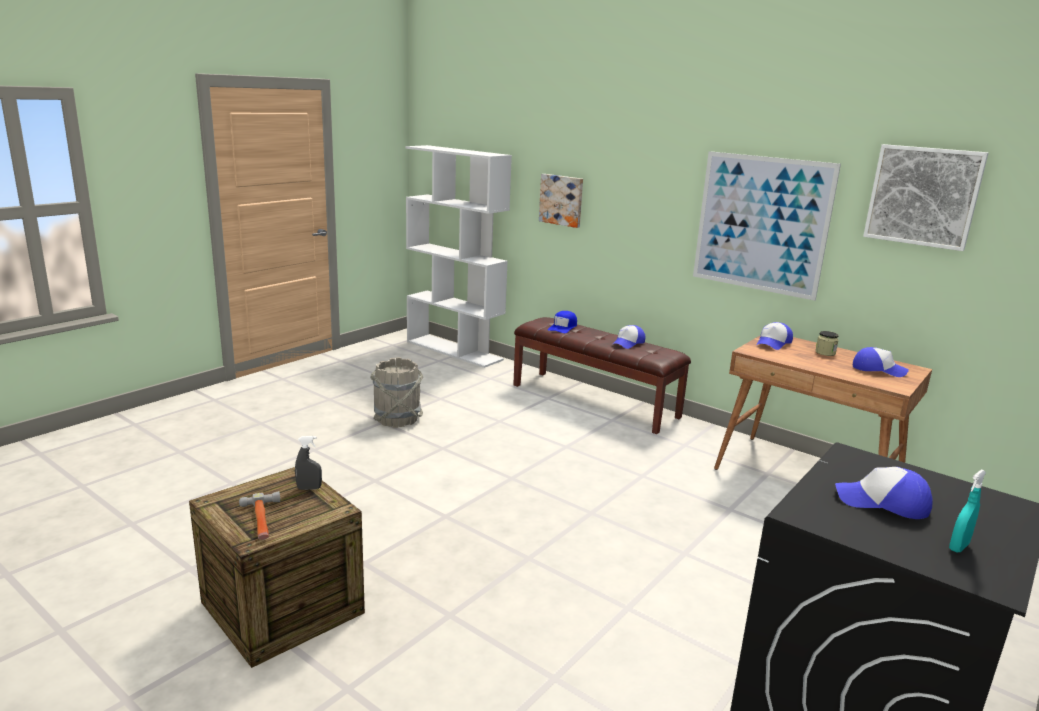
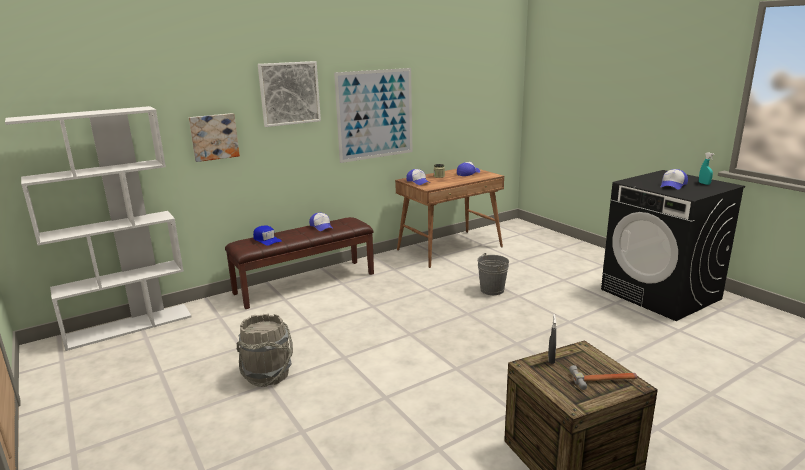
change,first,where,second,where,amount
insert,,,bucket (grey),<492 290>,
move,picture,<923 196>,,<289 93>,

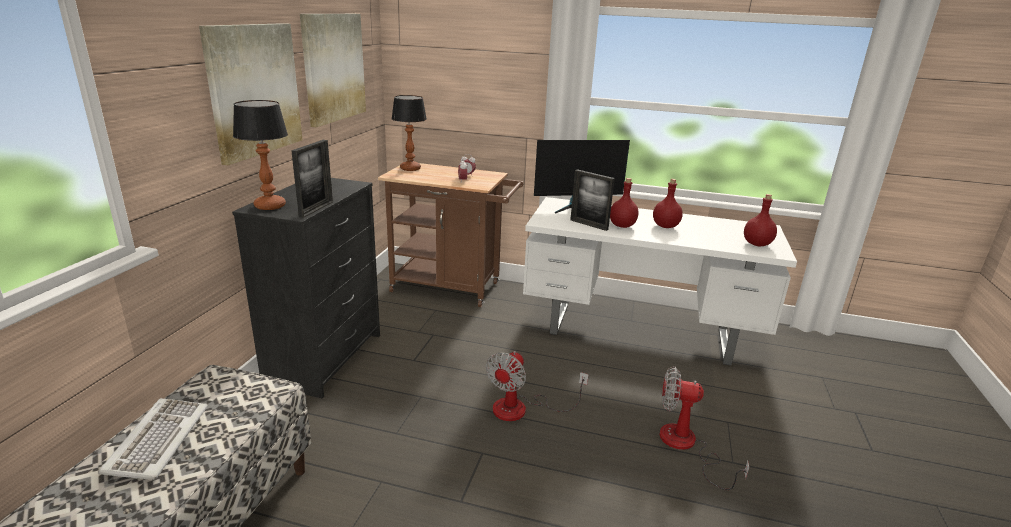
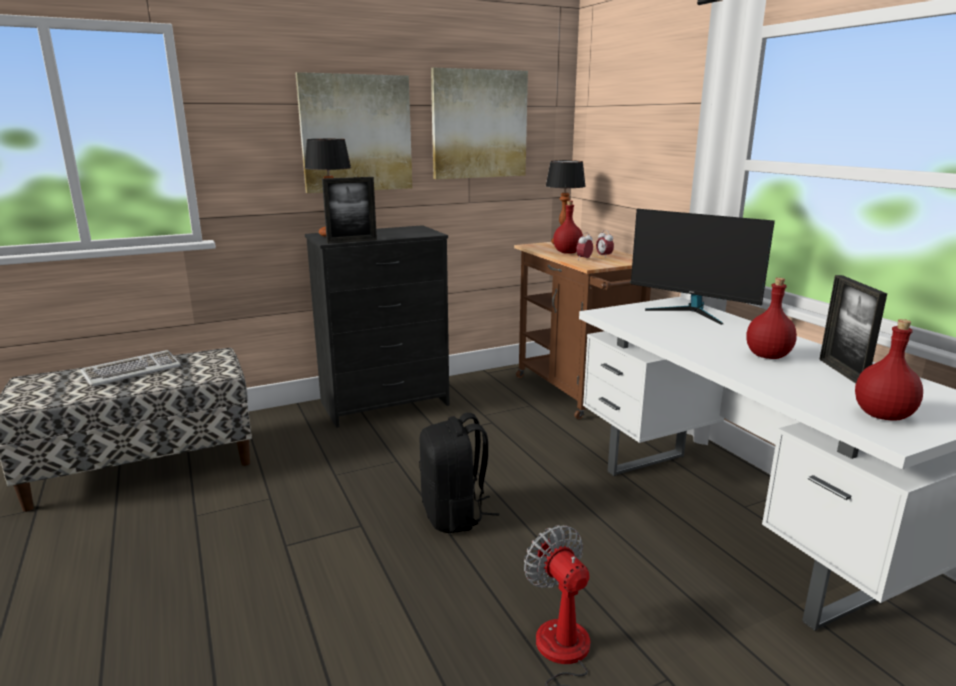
change,first,where,second,where,amount
move,picture frame,<589 225>,,<842 372>,
move,bottle (red),<622 226>,,<567 253>,
replace,fan,<521 409>,backpack (black),<454 515>,

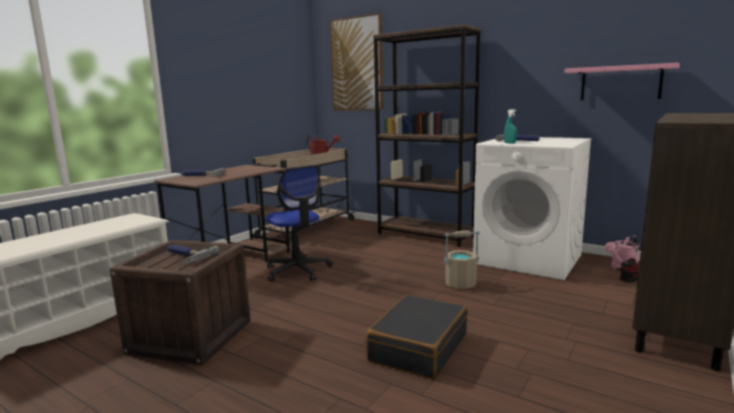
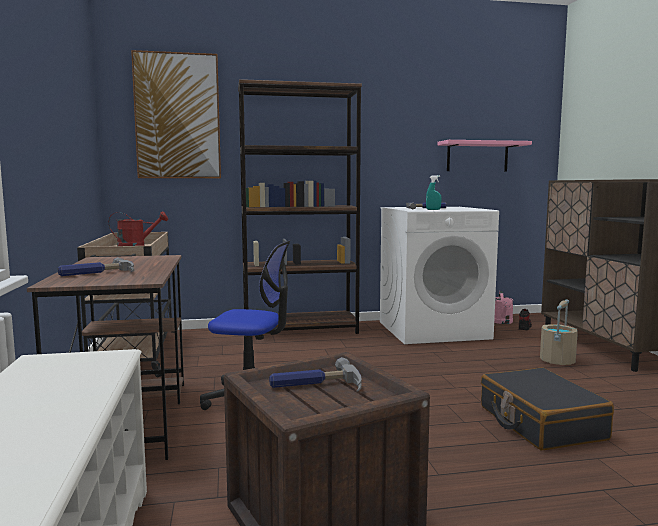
change,first,where,second,where,amount
move,bucket (beige),<460 284>,,<557 361>,

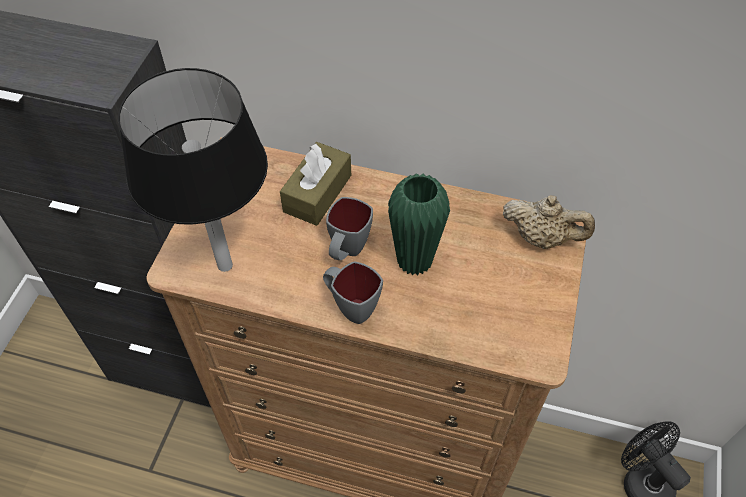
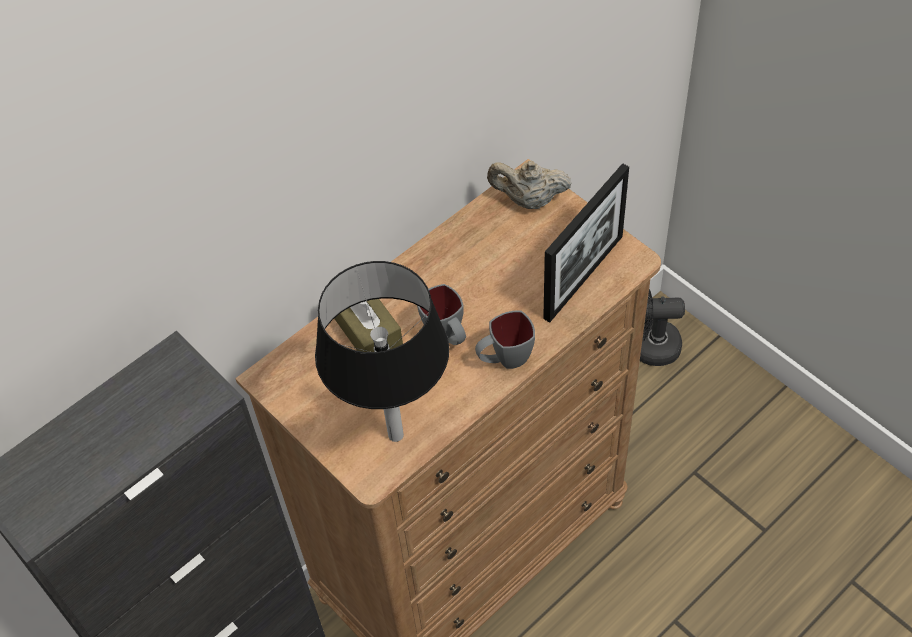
change,first,where,second,where,amount
delete,vase (green),<414 261>,,,
insert,,,picture frame,<583 277>,
rotate,teapot (beige),<542 238>,,<529 200>,135 degrees counterclockwise

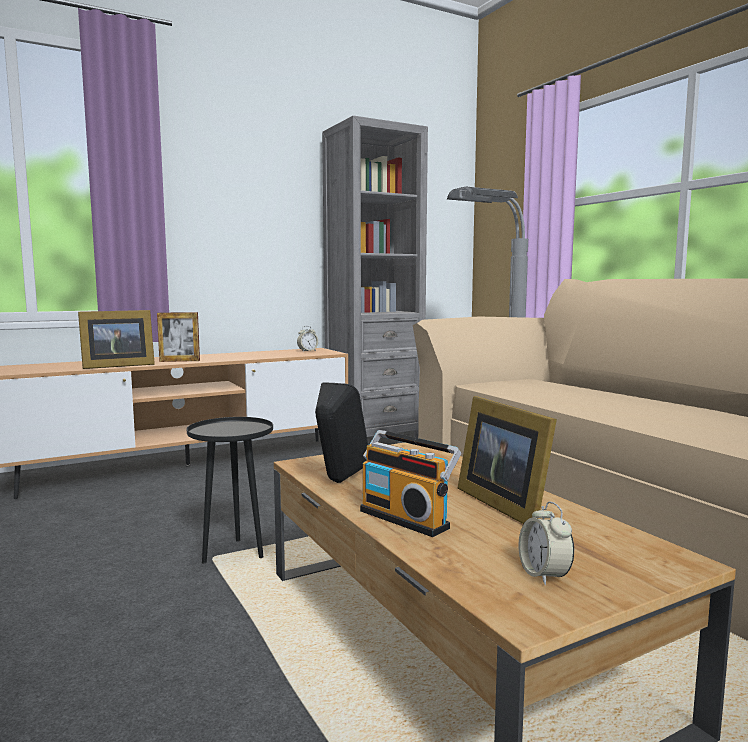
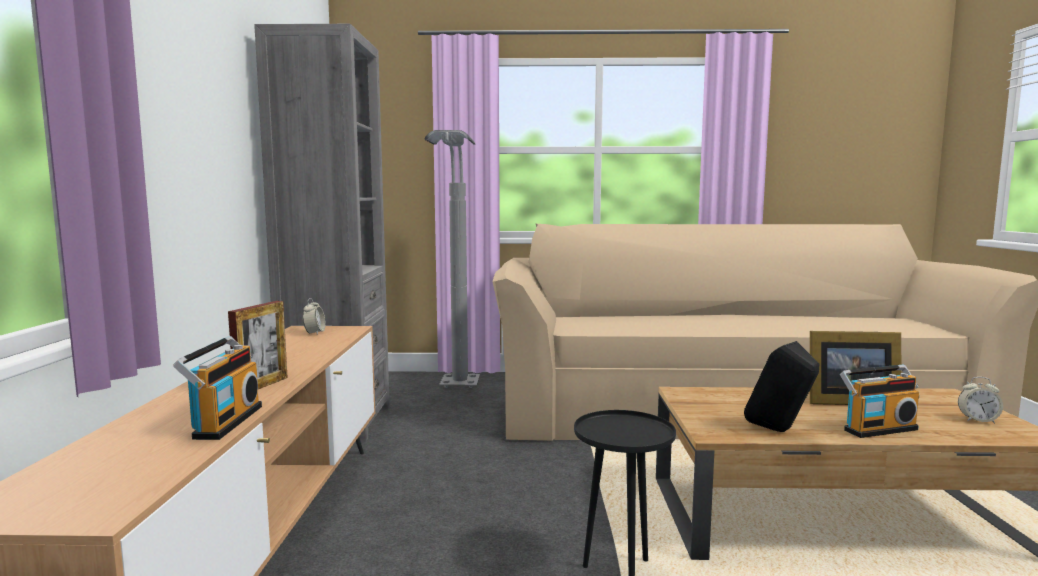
change,first,where,second,where,amount
replace,picture frame,<116 366>,radio,<224 422>,

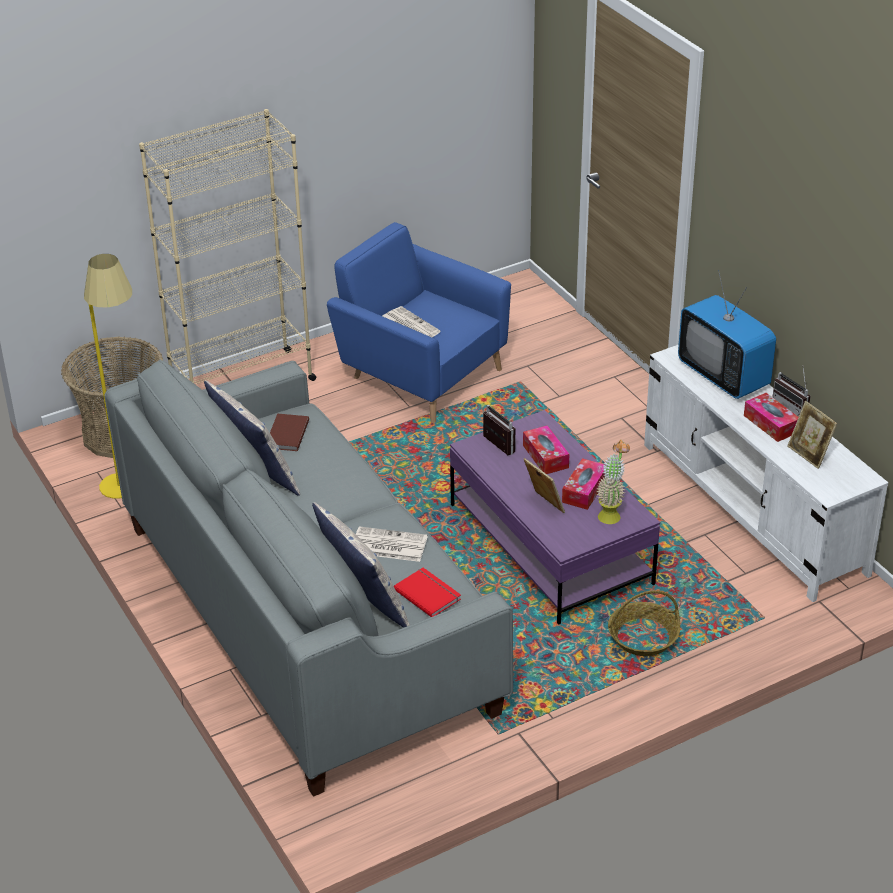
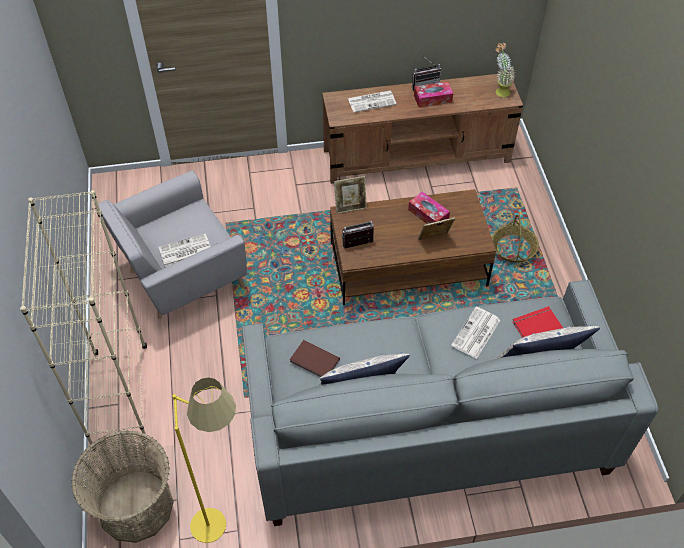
change,first,where,second,where,amount
delete,tissue box,<545 456>,,,
move,potted plant,<611 513>,,<499 90>,
move,picture frame,<809 454>,,<350 206>,
replace,television,<723 376>,newspaper,<372 101>,
recolor,armchair (blue),<420 375>,armchair (grey),<181 277>,
recolor,coffee table (purple),<549 544>,coffee table (brown),<407 265>,
recolor,tv stand (white),<753 508>,tv stand (brown),<417 156>,

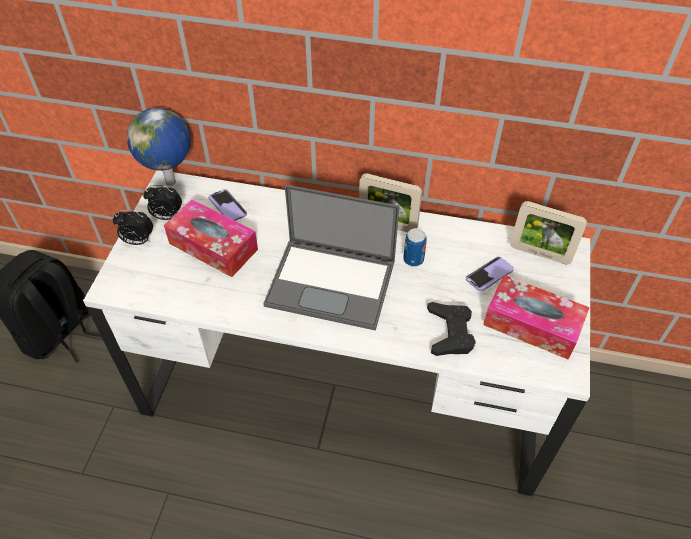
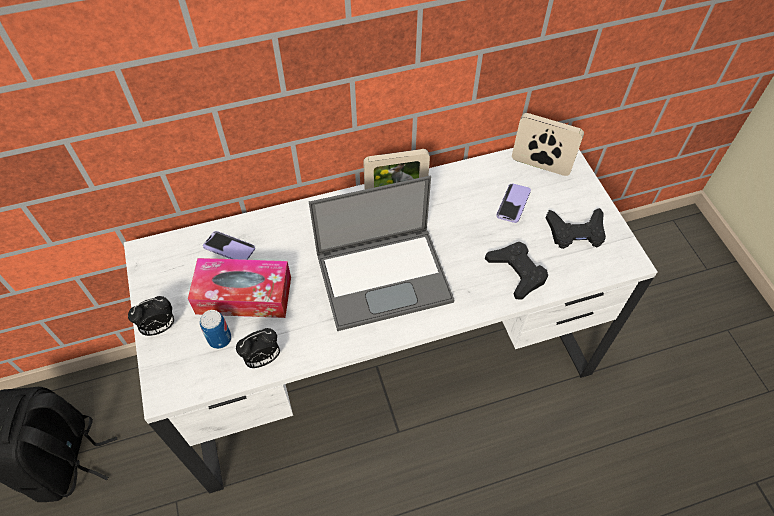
change,first,where,second,where,amount
delete,globe,<172 182>,,,
move,alarm clock,<167 216>,,<262 359>,
move,can,<413 259>,,<220 339>,
replace,tissue box,<532 324>,game controller (black),<575 232>,
rotate,picture frame,<540 253>,,<540 165>,150 degrees counterclockwise

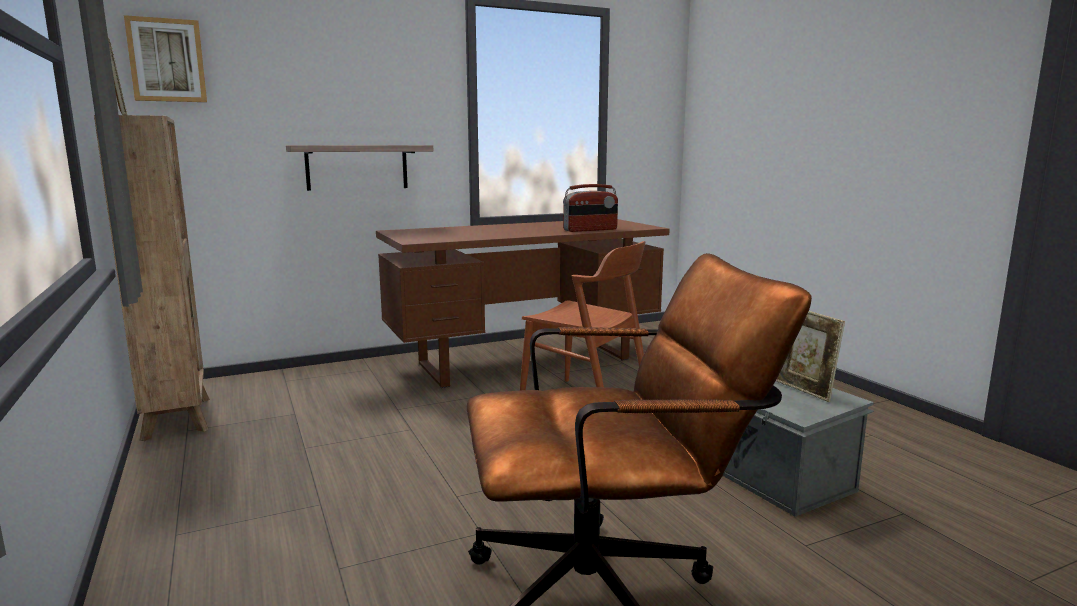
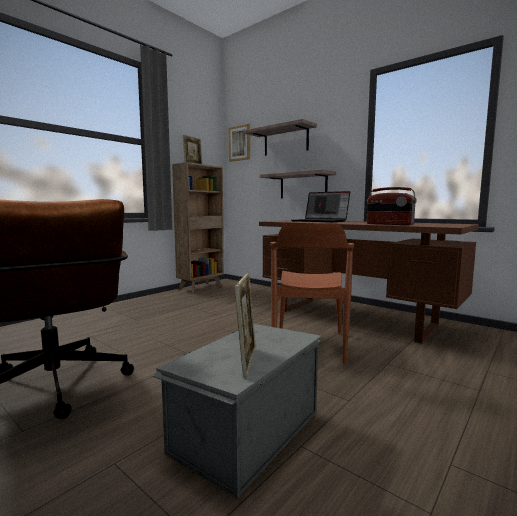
change,first,where,second,where,amount
insert,,,shelf,<286 141>,
insert,,,laptop,<321 221>,
rotate,picture frame,<803 390>,,<246 360>,150 degrees clockwise

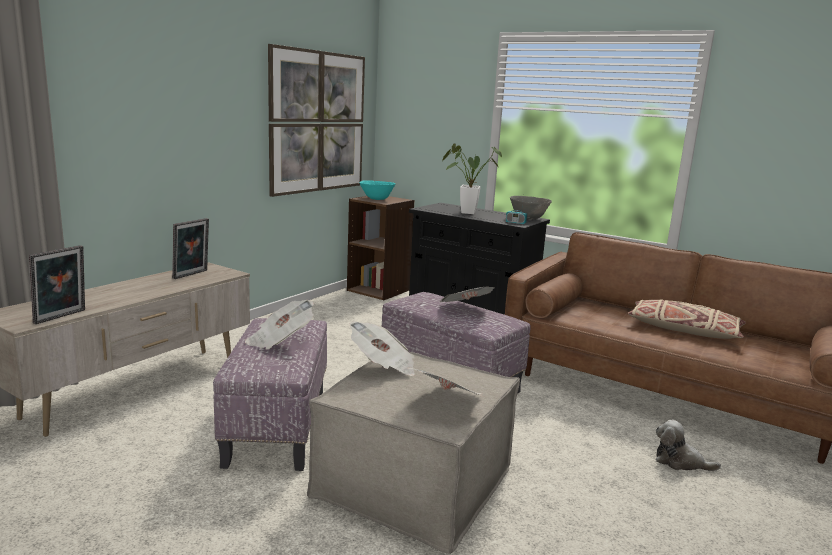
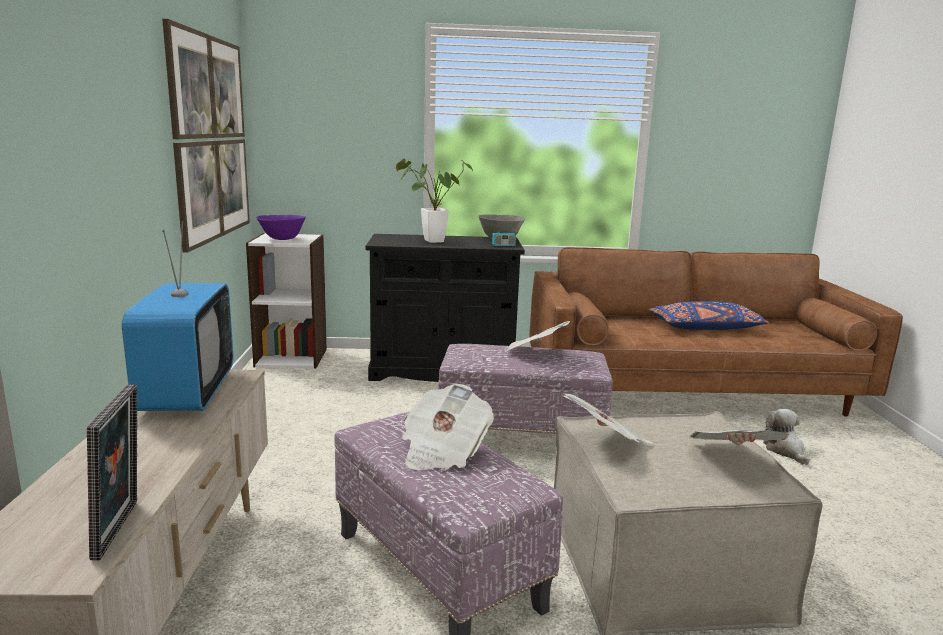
change,first,where,second,where,amount
replace,picture frame,<192 275>,television,<187 393>,
recolor,bookcase (brown),<379 290>,bookcase (white),<292 357>,
recolor,bowl (turquoise),<376 199>,bowl (purple),<282 239>,
recolor,pillow (beige),<683 330>,pillow (blue),<705 328>,
rotate,plush toy,<680 462>,,<785 450>,90 degrees clockwise

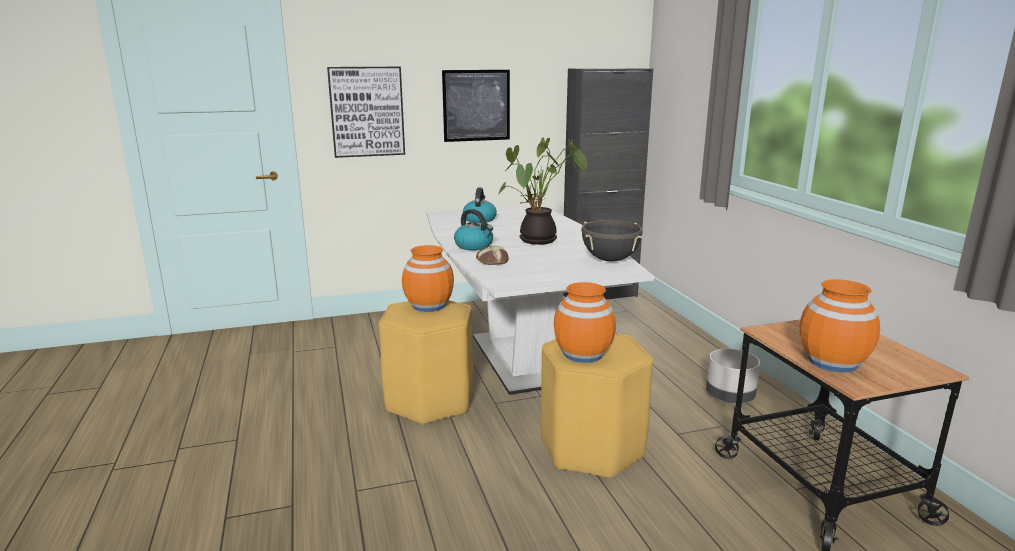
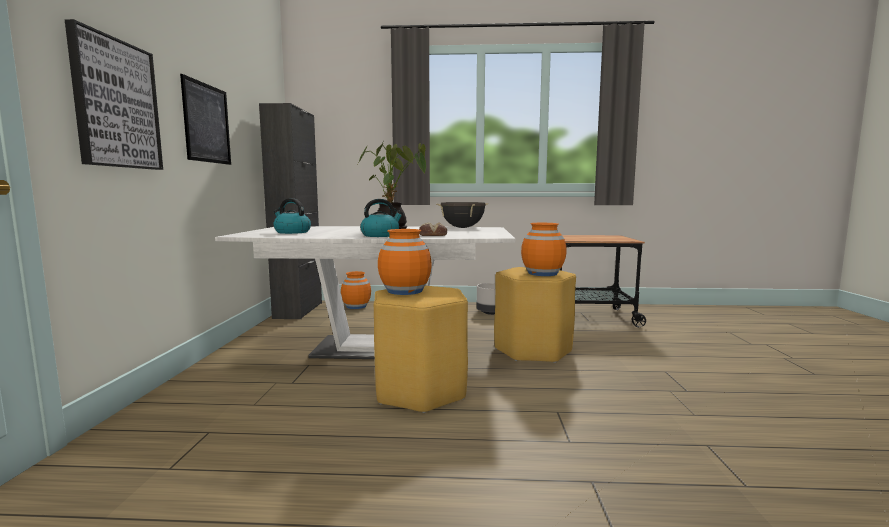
change,first,where,second,where,amount
move,vase (orange),<833 362>,,<356 306>,

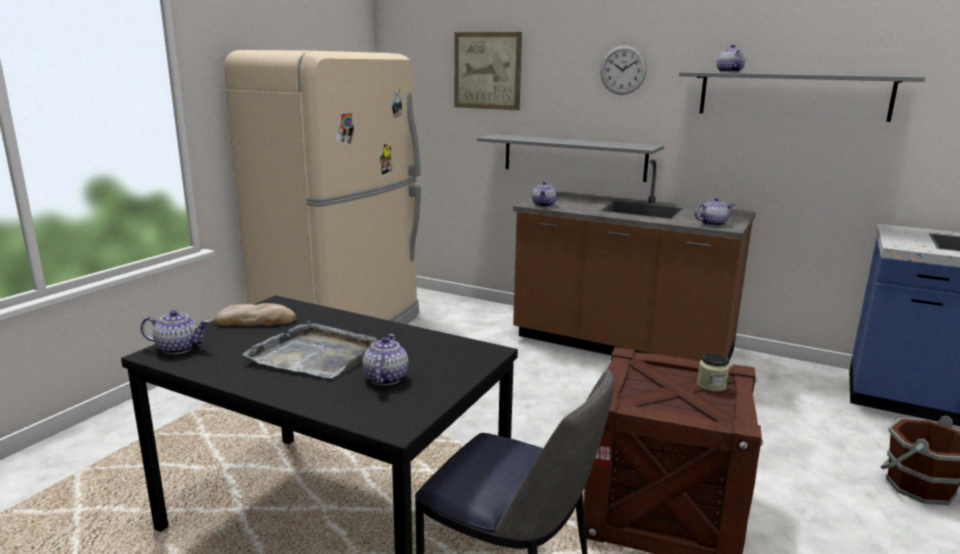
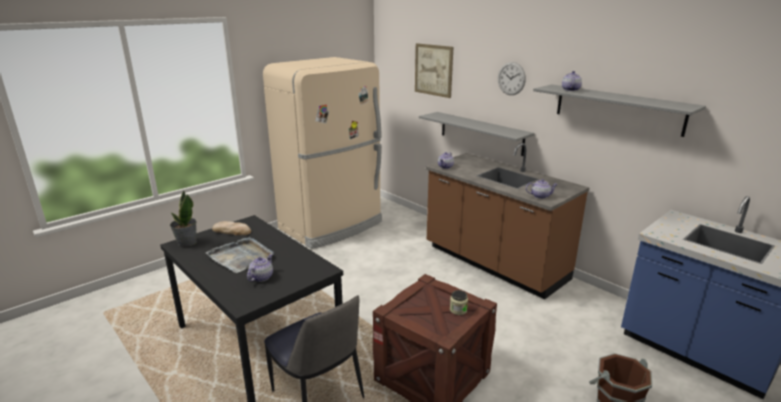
change,first,where,second,where,amount
replace,teapot,<179 348>,potted plant,<187 243>,

